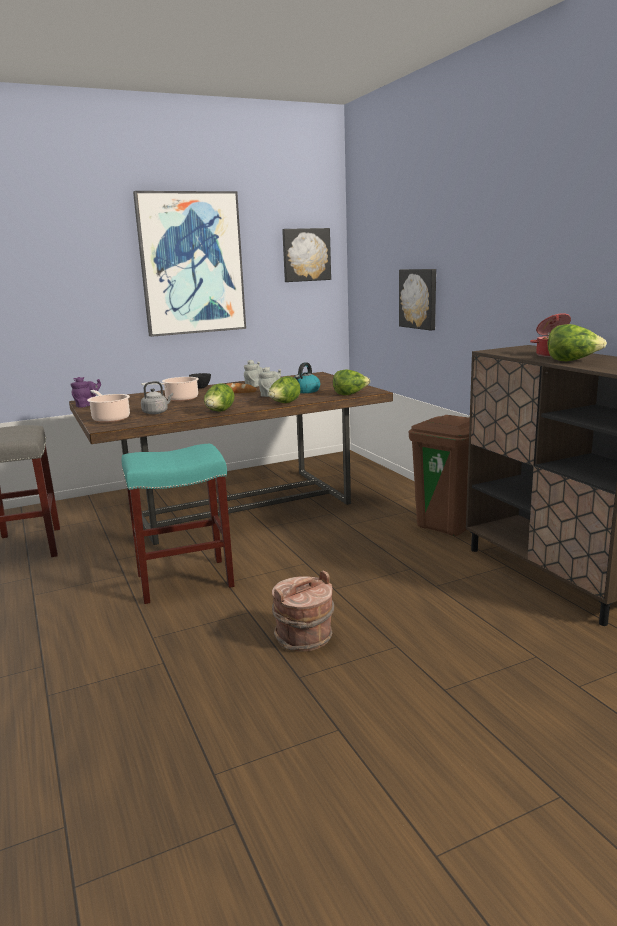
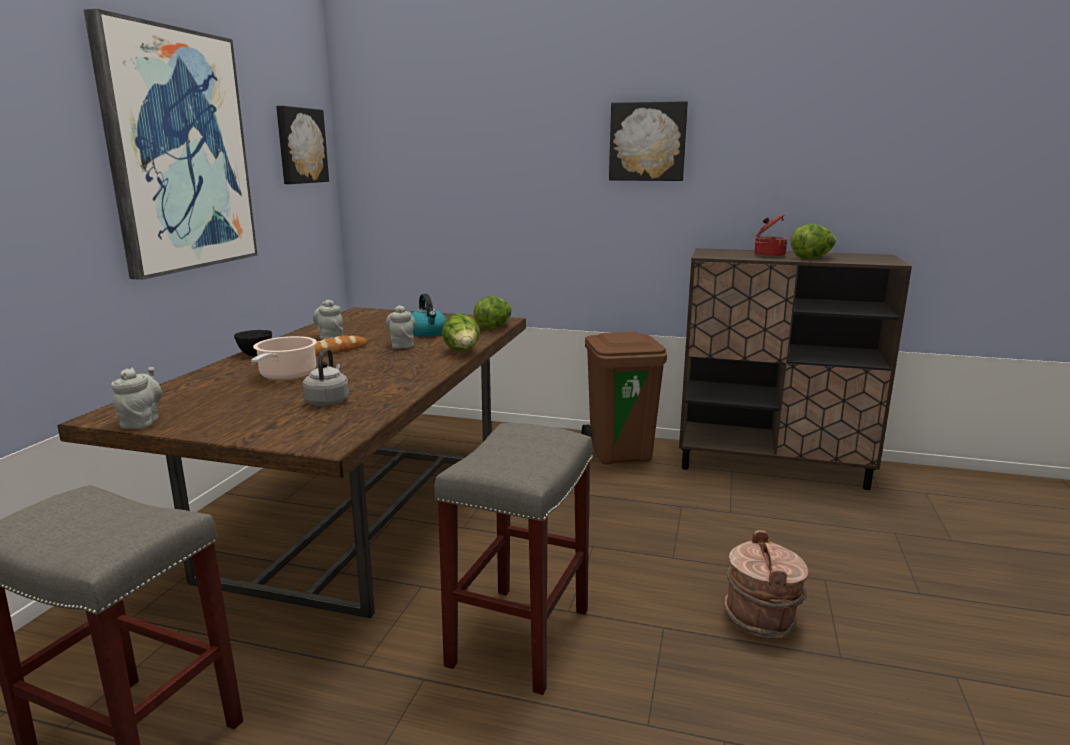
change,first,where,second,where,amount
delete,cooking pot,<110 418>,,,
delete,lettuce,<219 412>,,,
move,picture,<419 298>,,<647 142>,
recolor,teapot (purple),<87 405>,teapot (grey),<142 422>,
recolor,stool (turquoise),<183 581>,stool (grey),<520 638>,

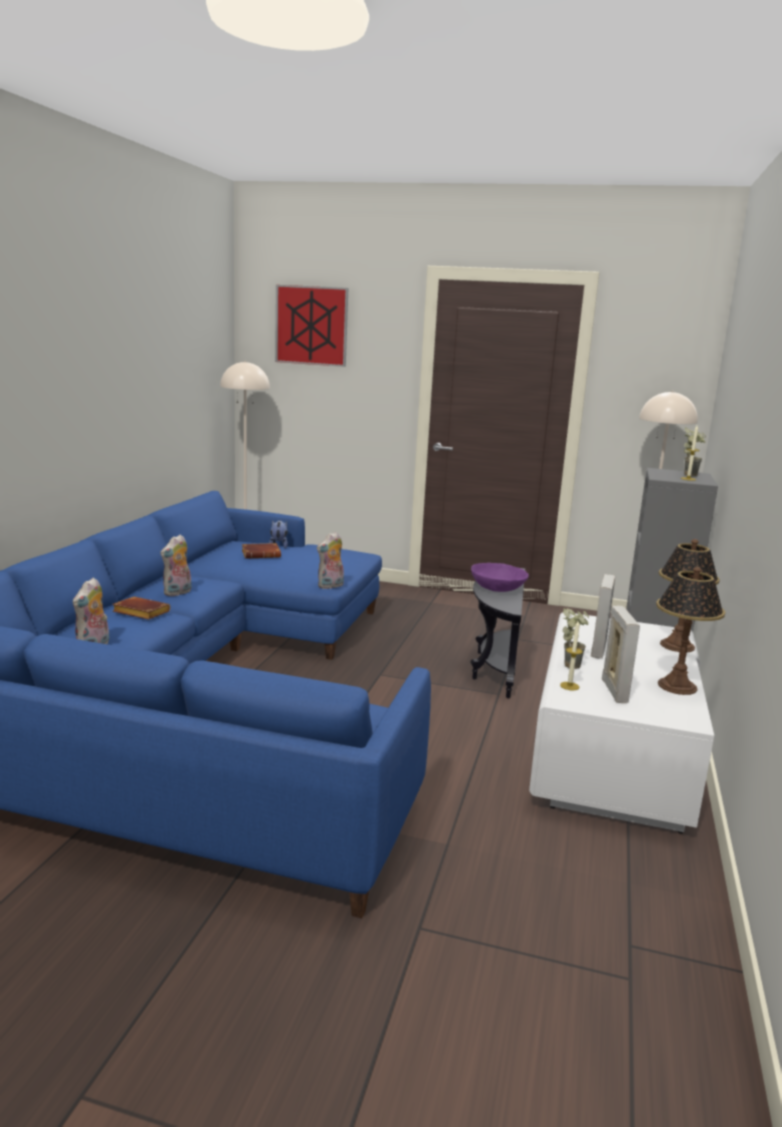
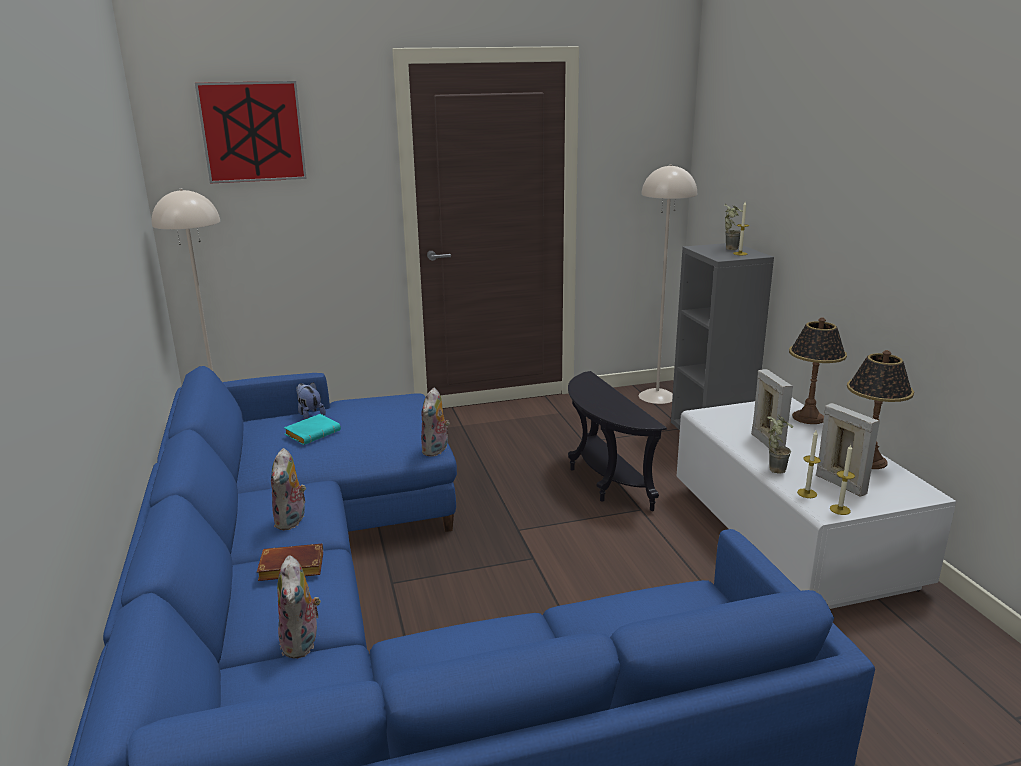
change,first,where,second,where,amount
delete,bowl (purple),<497 588>,,,
insert,,,candle,<840 509>,
recolor,book (brown),<262 554>,book (turquoise),<313 433>,

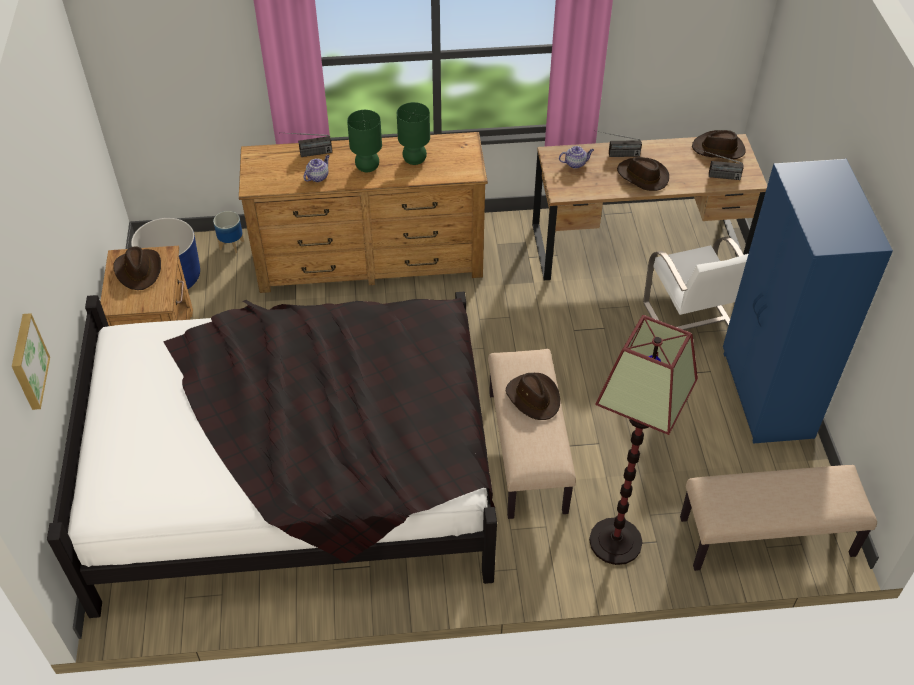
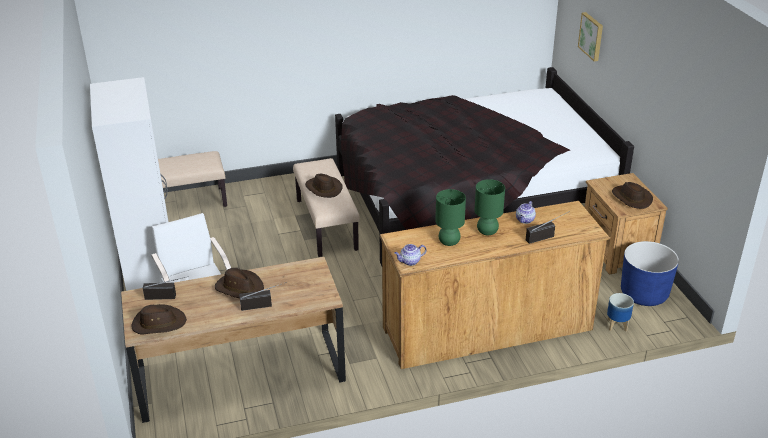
change,first,where,second,where,amount
delete,floor lamp,<615 542>,,,
move,teapot,<575 163>,,<410 261>,
recolor,wardrobe (blue),<766 396>,wardrobe (white),<152 272>,

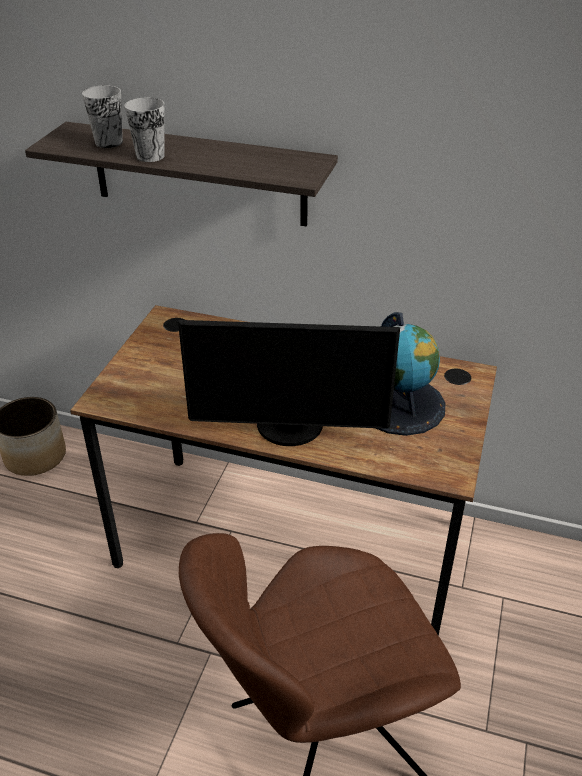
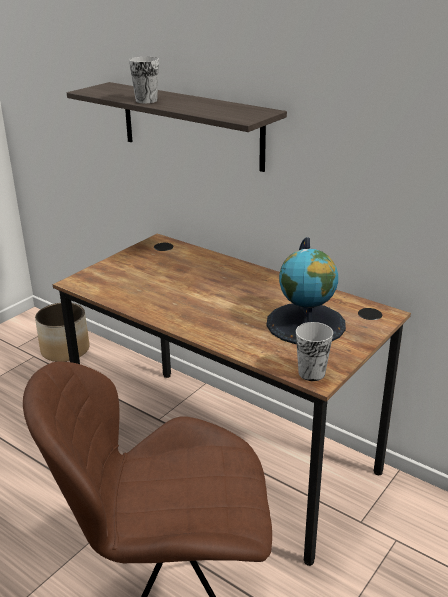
change,first,where,second,where,amount
delete,monitor,<290 429>,,,
move,cup,<109 142>,,<311 373>,

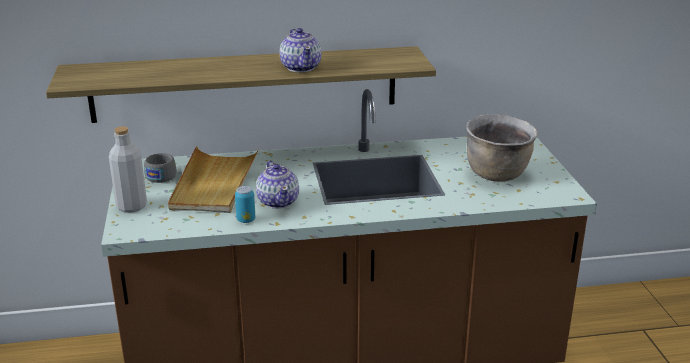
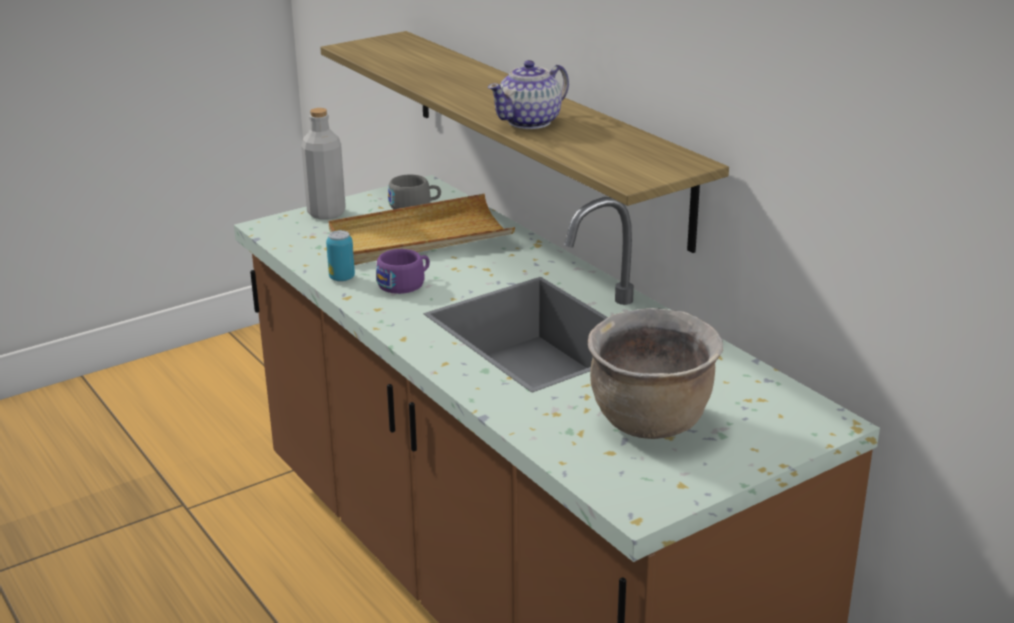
change,first,where,second,where,amount
replace,teapot,<278 201>,cup (purple),<405 284>,

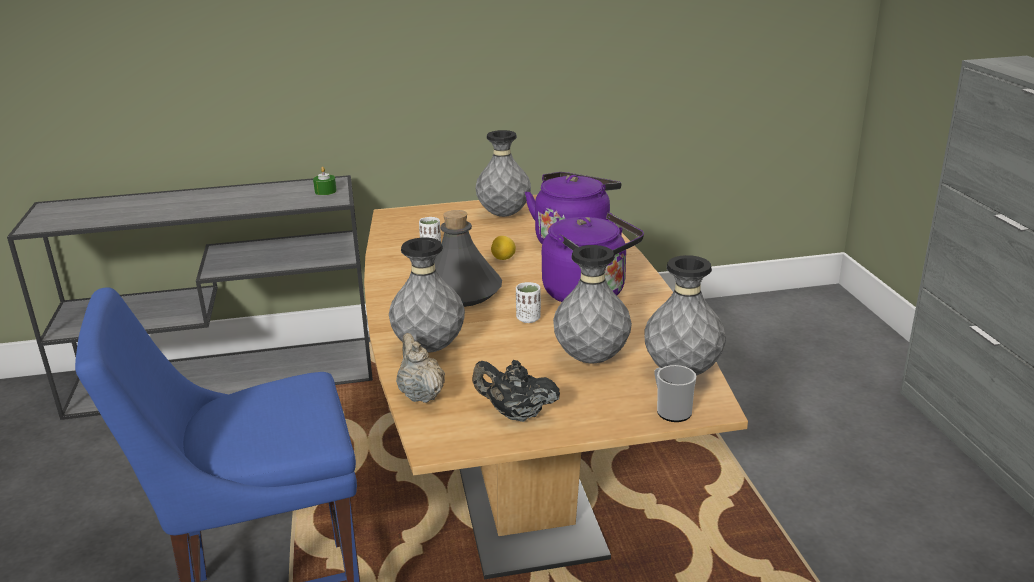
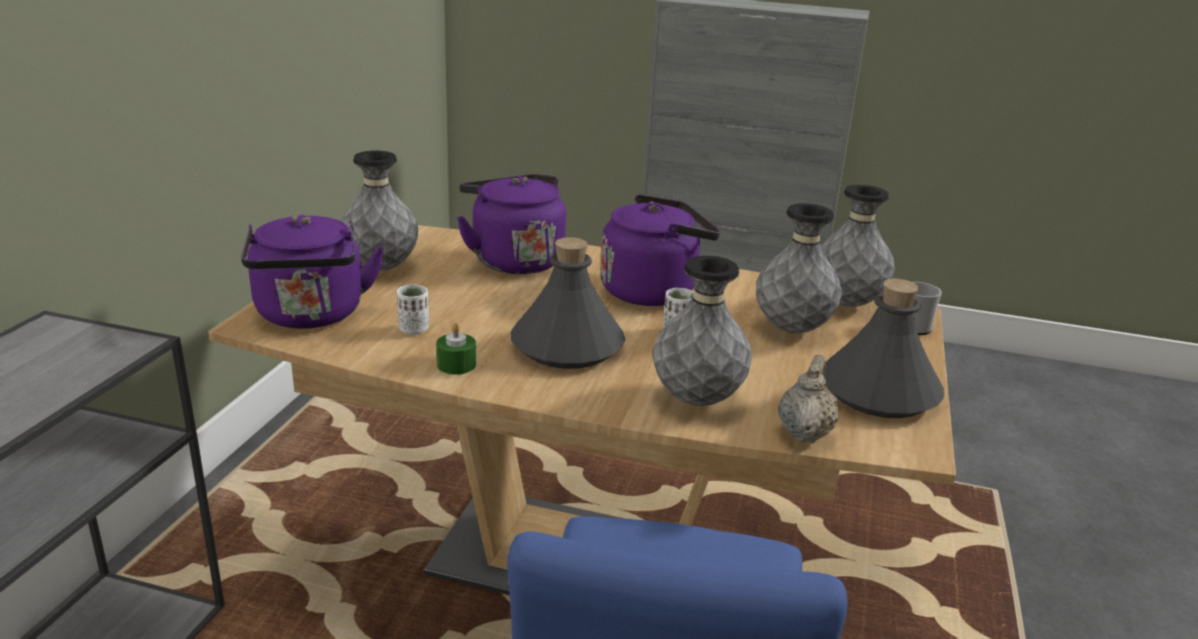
change,first,where,second,where,amount
delete,lemon,<503 259>,,,
insert,,,kettle (purple),<311 316>,
move,candle (green),<325 191>,,<456 365>,
replace,teapot (black),<516 414>,bottle (grey),<879 393>,
rotate,teapot (beige),<421 394>,,<804 432>,105 degrees clockwise

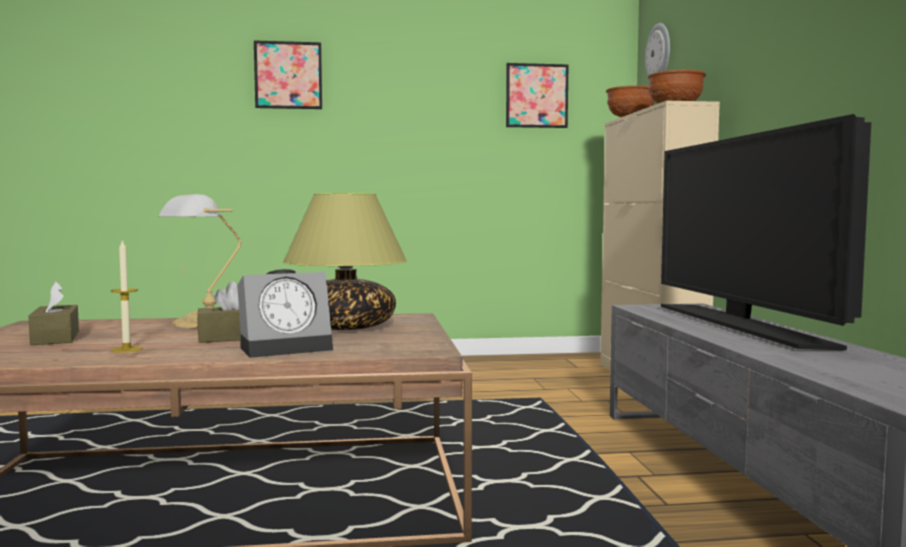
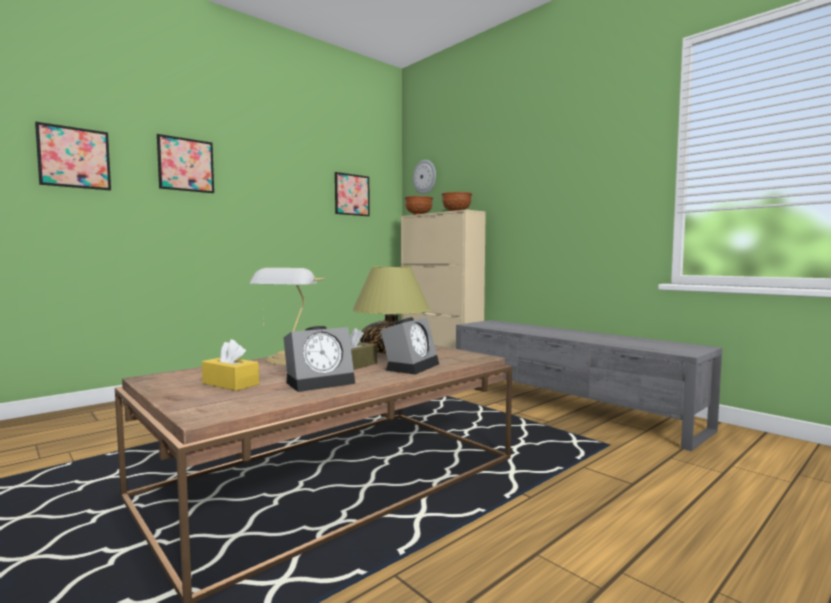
change,first,where,second,where,amount
delete,television,<740 326>,,,
insert,,,picture,<74 157>,
replace,candle,<126 349>,alarm clock,<321 382>,
recolor,tissue box (brown),<55 338>,tissue box (yellow),<230 384>,

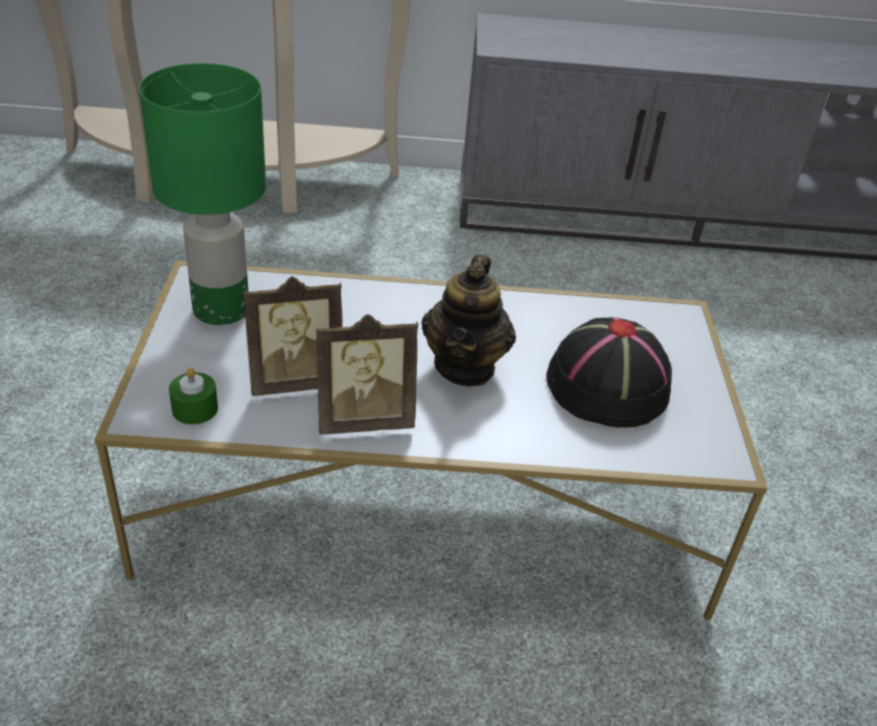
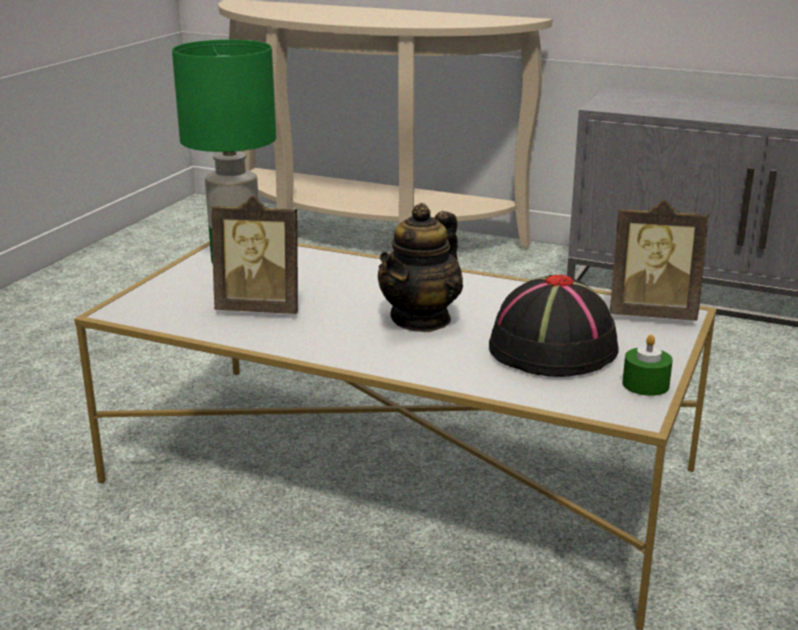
change,first,where,second,where,amount
move,candle (green),<195 409>,,<645 384>,
move,picture frame,<364 419>,,<652 314>,

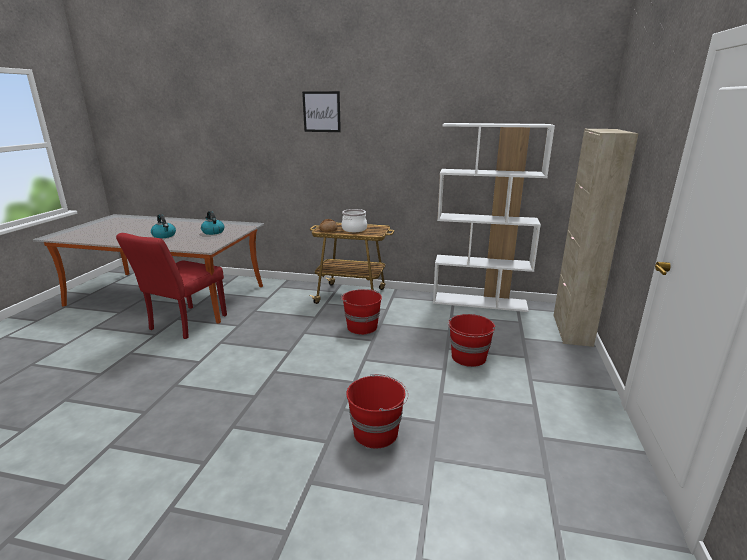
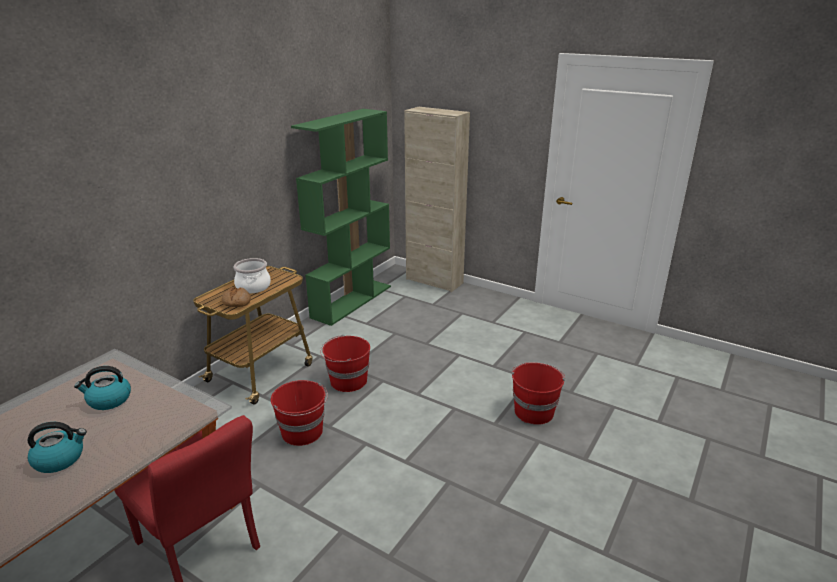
change,first,where,second,where,amount
delete,picture,<321 112>,,,
move,bucket (red),<468 357>,,<303 432>,
recolor,bookcase (white),<480 302>,bookcase (green),<352 301>,

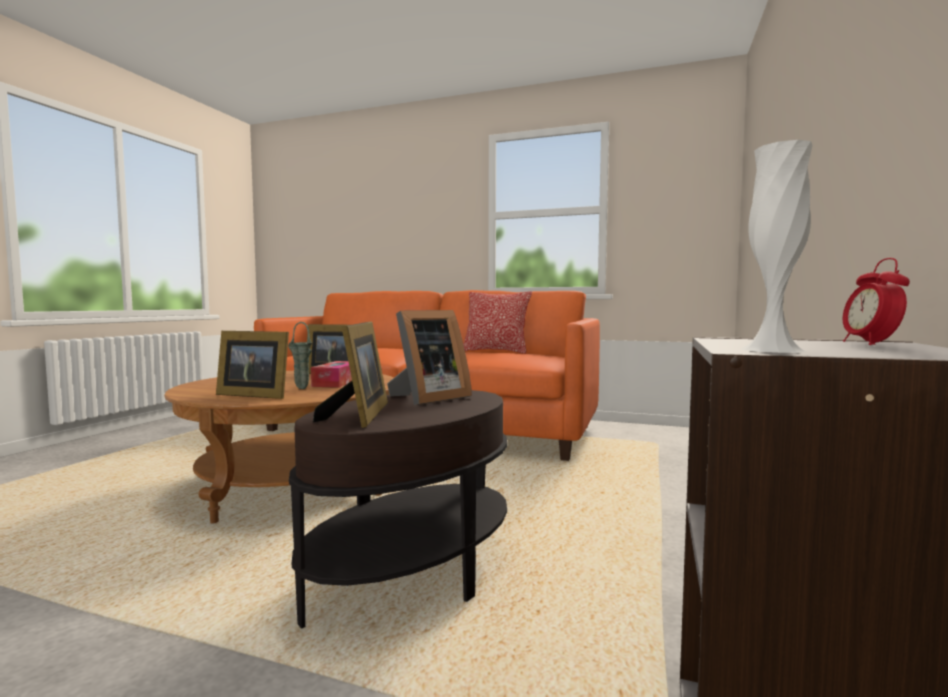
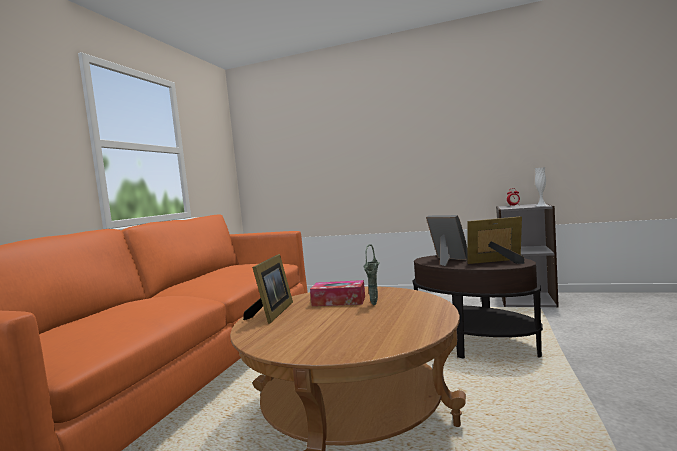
change,first,where,second,where,amount
delete,picture frame,<254 395>,,,
delete,pillow,<496 351>,,,

